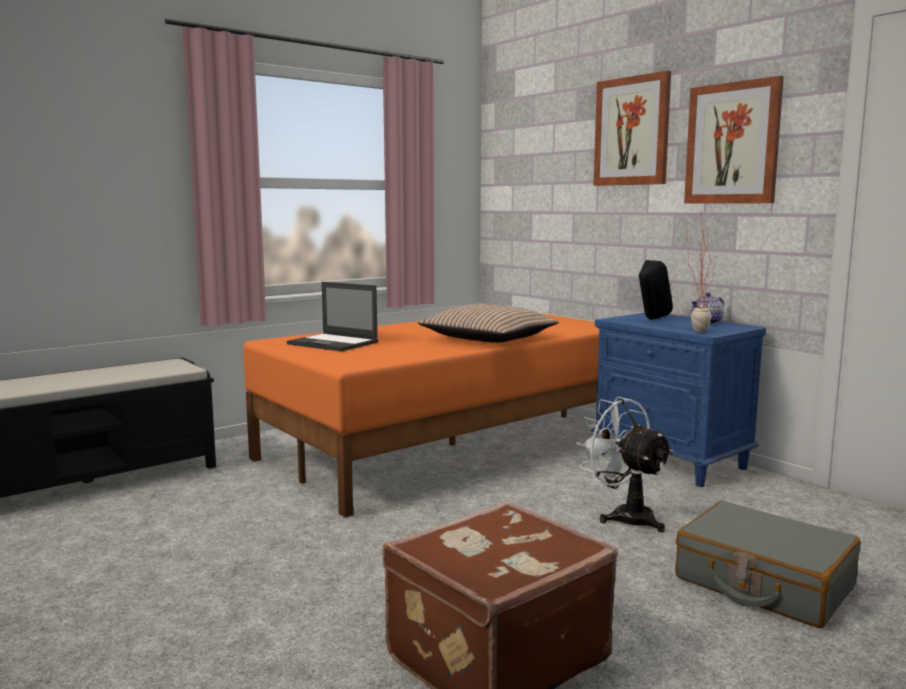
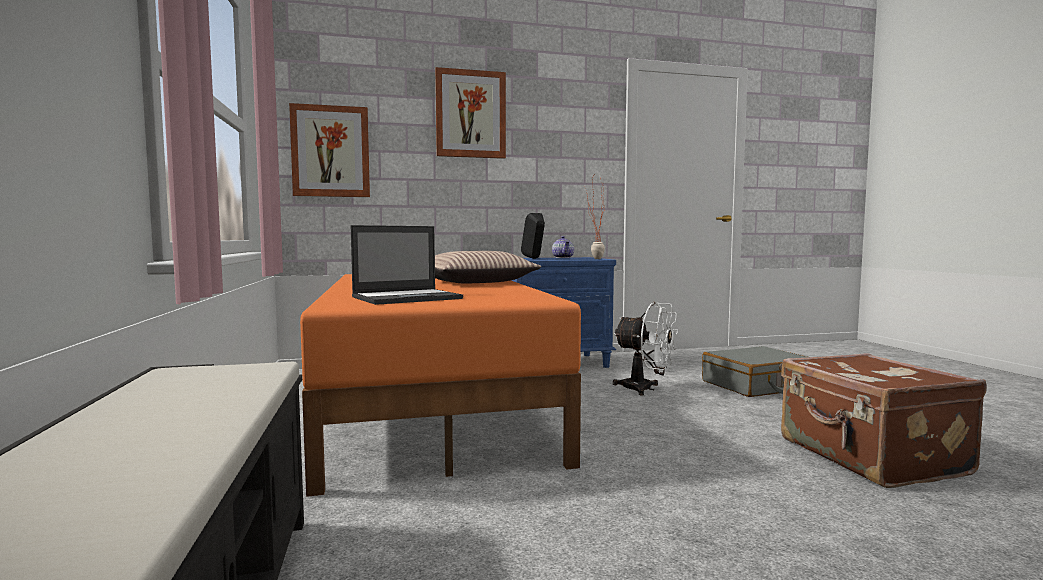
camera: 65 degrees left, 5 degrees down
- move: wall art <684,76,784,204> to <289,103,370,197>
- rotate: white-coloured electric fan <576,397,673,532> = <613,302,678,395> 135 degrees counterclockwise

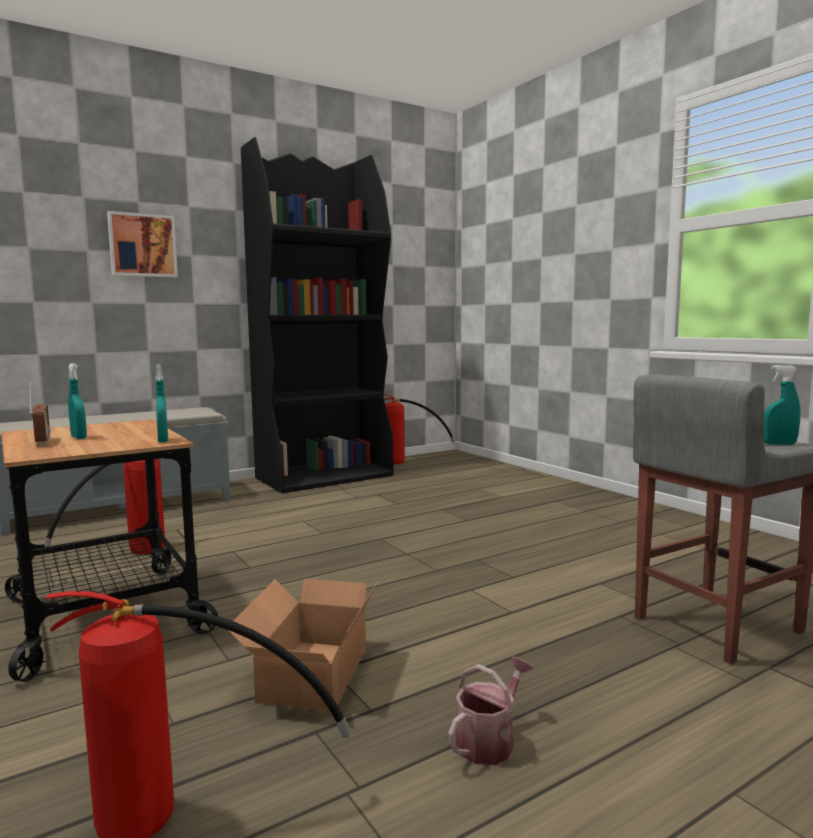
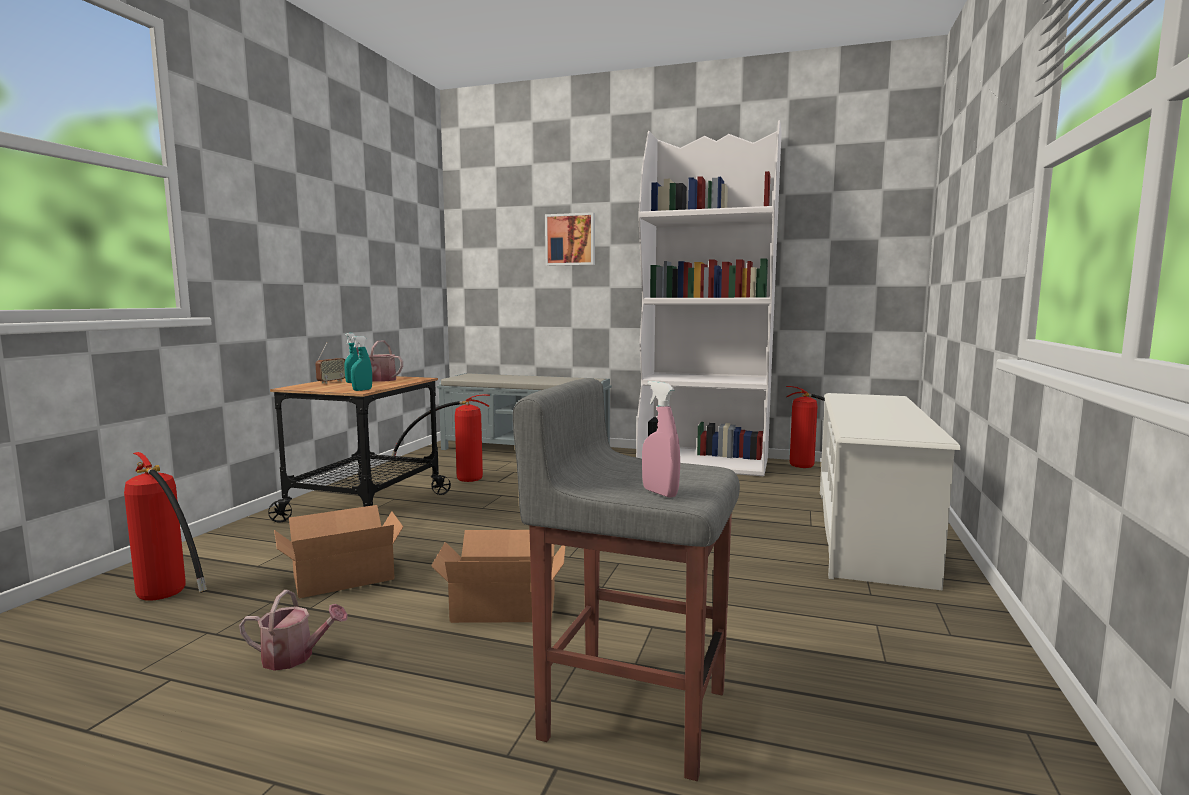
camera: 50 degrees right, 0 degrees up
- insert: watering can <356,340,403,382>
- insert: carton <431,530,566,623>
- recolor: black-coloured bookcase <241,137,394,493> to white-coloured bookcase <636,120,782,476>
- recolor: turquoise-coloured spray bottle <764,365,801,445> to pink spray bottle <642,381,680,498>
- insert: white-coloured shoe shelf <820,393,961,591>

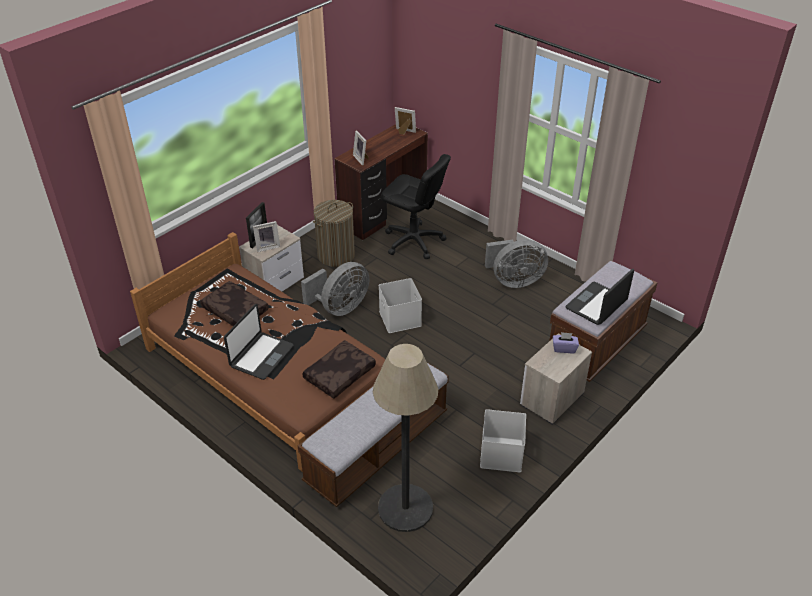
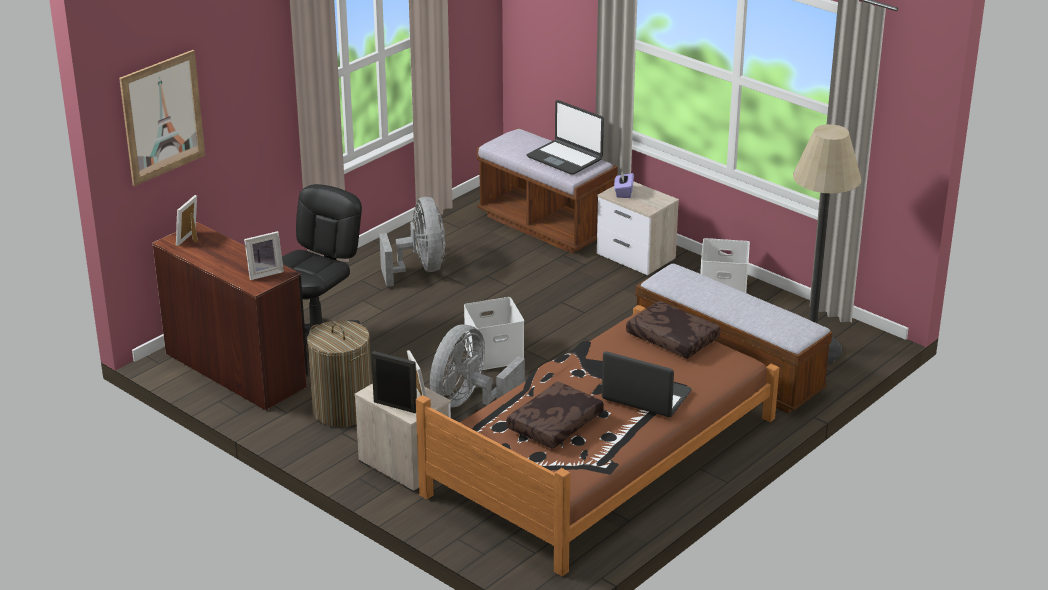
camera: 90 degrees left, 10 degrees down
- insert: wall art <119,50,205,186>
- rotate: grey electric fan <301,262,369,316> = <430,325,525,408> 105 degrees counterclockwise

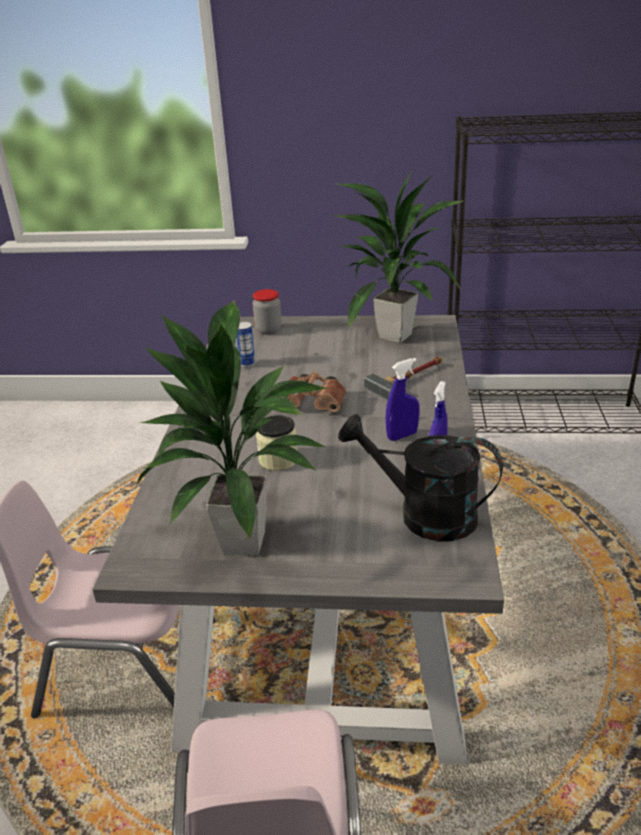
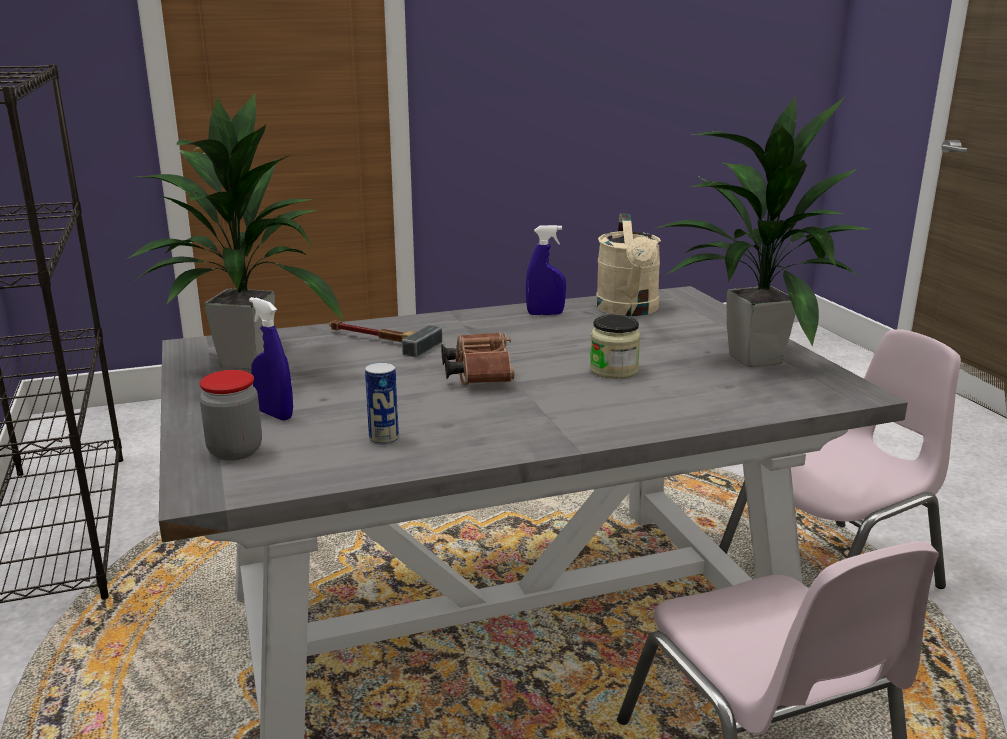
camera: 115 degrees left, 10 degrees down
- move: bluish spray bottle <386,358,419,441> to <249,297,293,421>
- recolor: black-coloured watering can <338,414,503,541> to sand-coloured watering can <596,213,661,316>

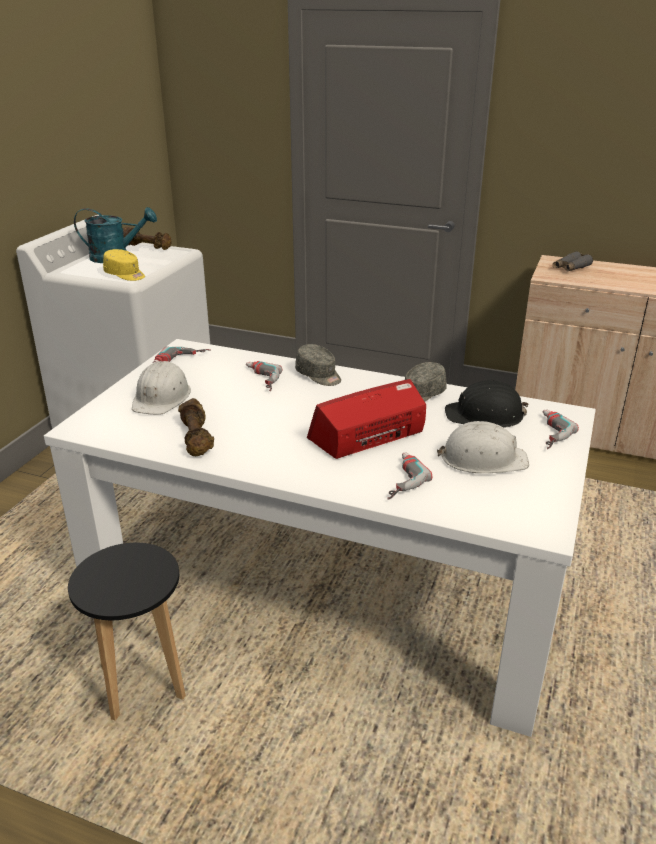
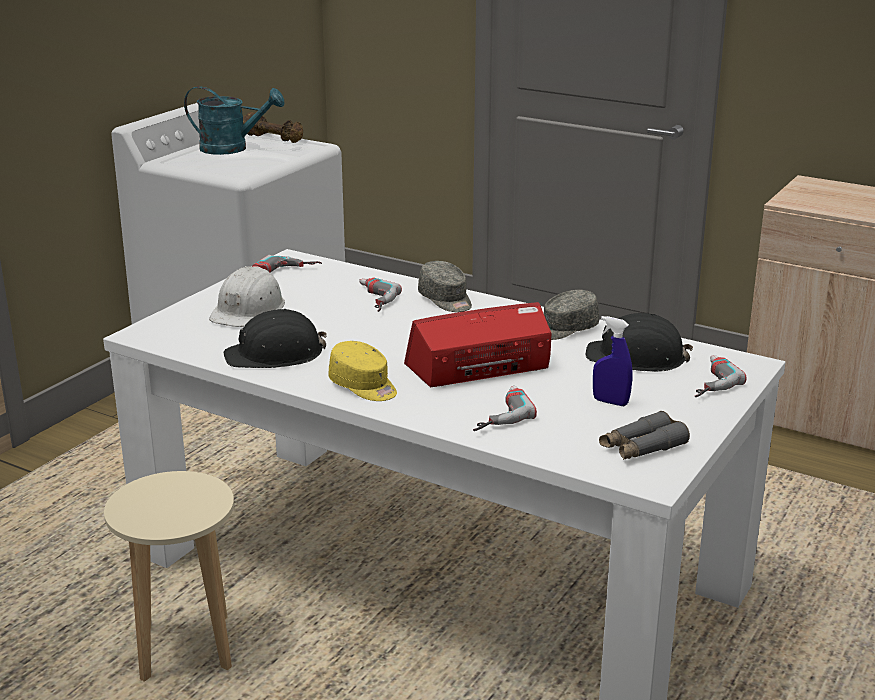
camera: 10 degrees right, 5 degrees down
- recolor: black-coloured stool <68,543,186,721> to sand-coloured stool <104,471,234,682>
- replace: brown-coloured hand weight <178,398,214,456> to black-coloured safety helmet <224,309,327,368>
- move: yellowish peaked cap <103,249,145,281> to <329,341,397,401>
- replace: white-coloured safety helmet <437,421,529,473> to bluish spray bottle <593,316,632,406>
- move: grey field glasses <553,251,593,271> to <599,411,690,460>

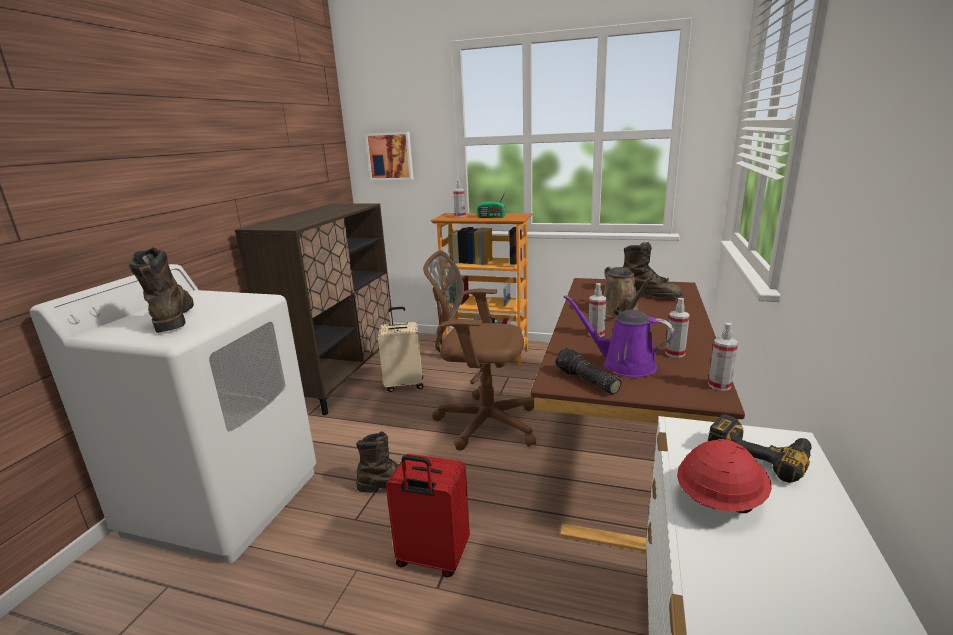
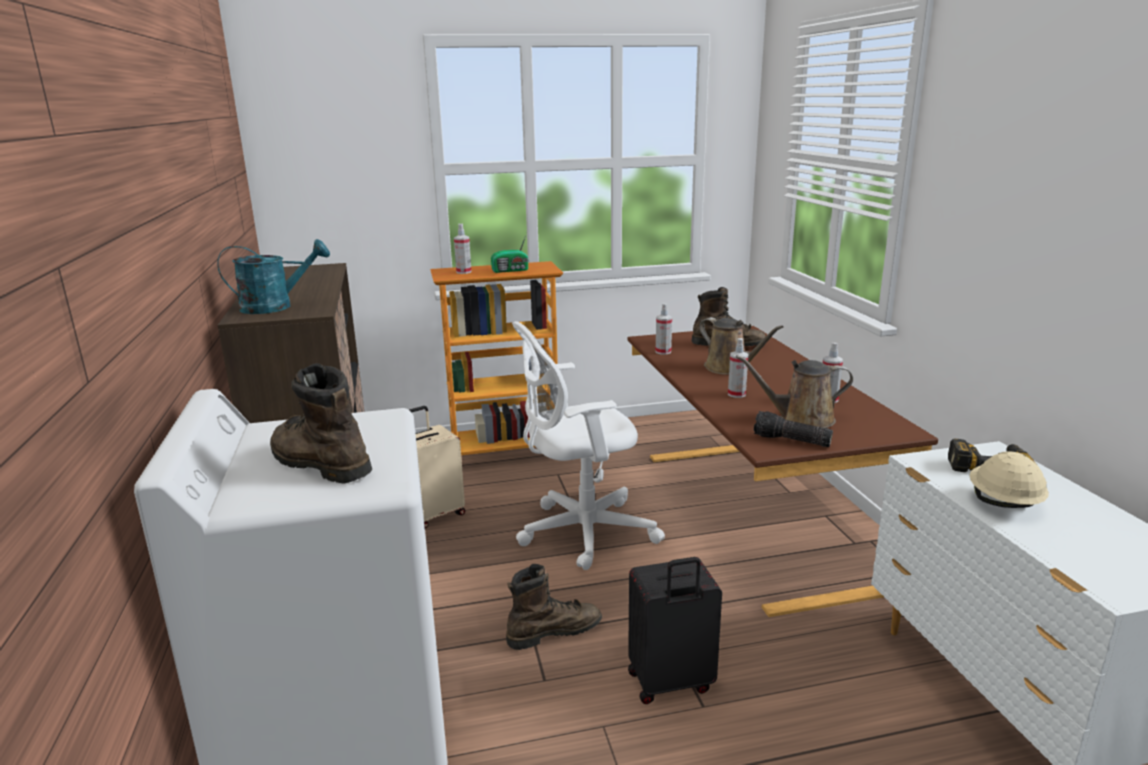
camera: 30 degrees left, 0 degrees up
- insert: turquoise-coloured watering can <217,239,330,314>
- recolor: brown-coloured desk chair <423,250,536,451> to white-coloured desk chair <512,321,665,570>
- recolor: reddish suitcase <386,454,470,577> to black-coloured suitcase <628,557,722,704>
- move: spray bottle <708,323,738,391> to <656,303,672,355>
- recolor: purple watering can <564,295,674,377> to brown-coloured watering can <736,355,853,428>
- recolor: reddish safety helmet <677,439,772,513> to sand-coloured safety helmet <969,451,1049,508>
- delete: wall art <365,132,413,180>

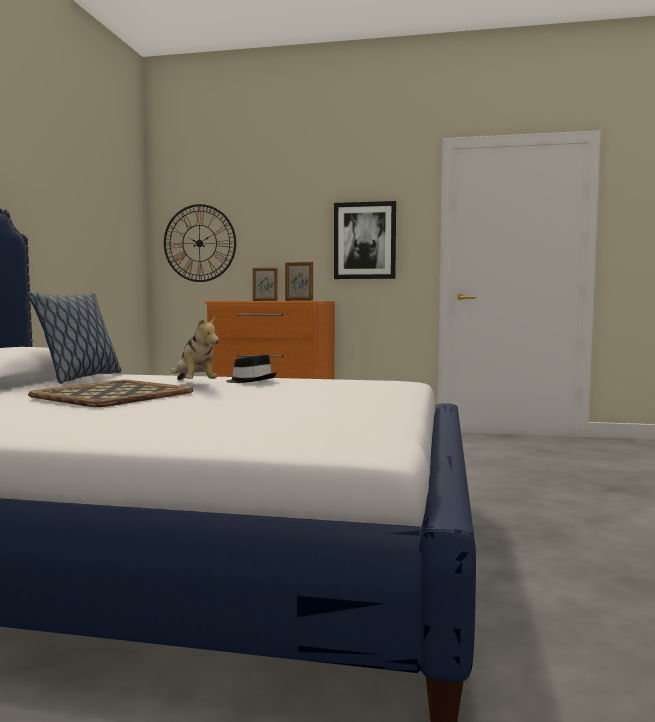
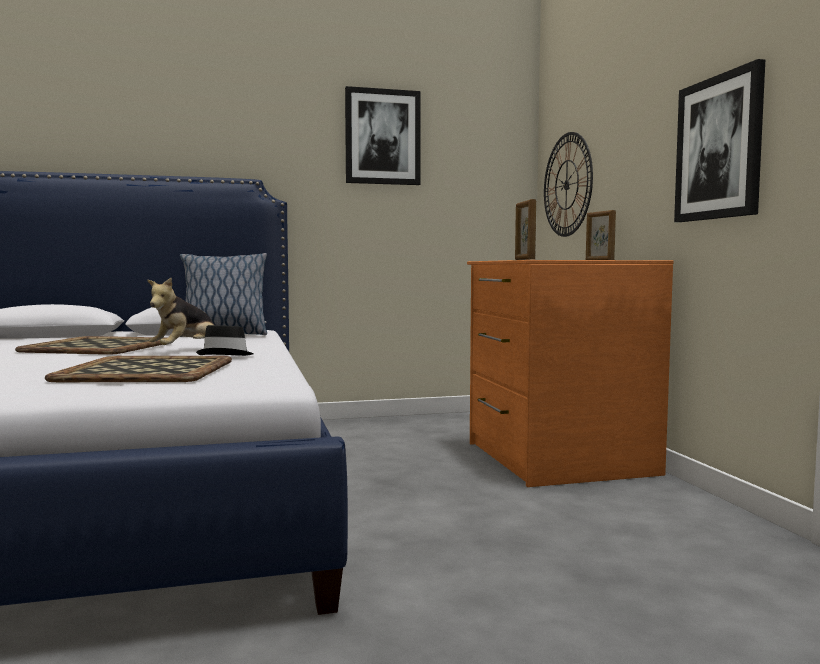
camera: 65 degrees right, 0 degrees up
- insert: tray <45,356,232,382>
- insert: wall art <345,86,421,185>

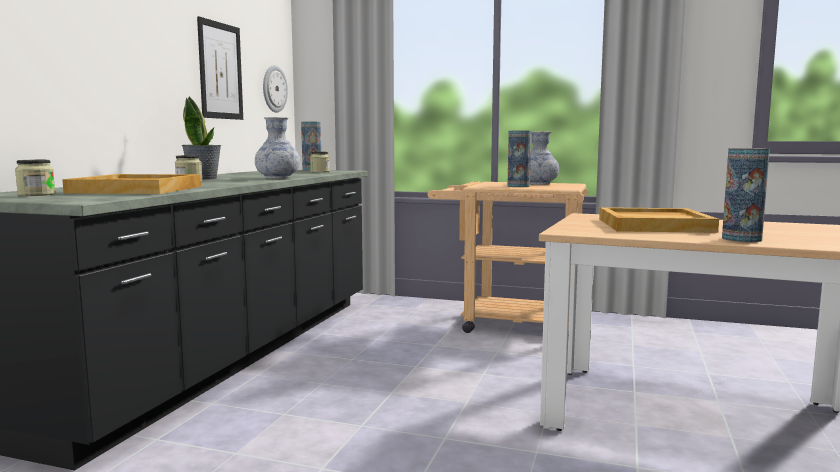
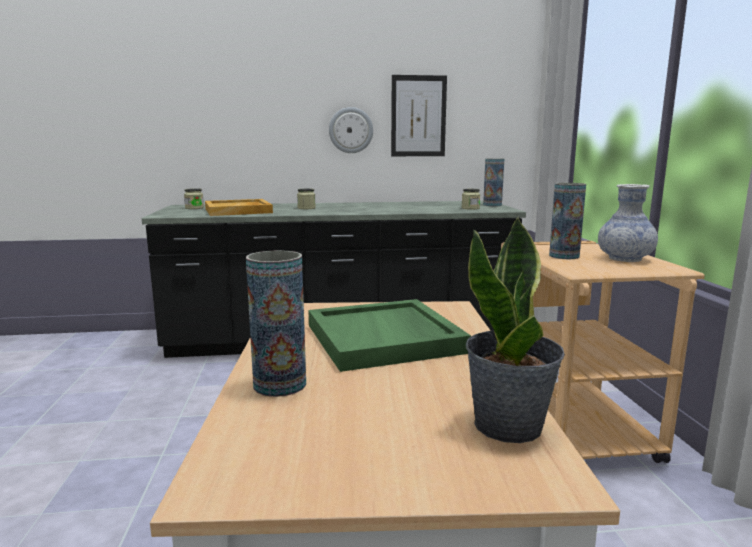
camera: 65 degrees right, 5 degrees up
- recolor: sand-coloured tray <599,207,719,233> to greenish tray <308,299,471,372>
- move: wall clock <263,65,288,113> to <329,107,373,153>
- move: plant in a pot <182,97,221,180> to <465,216,565,443>
- delete: vase <255,117,300,179>

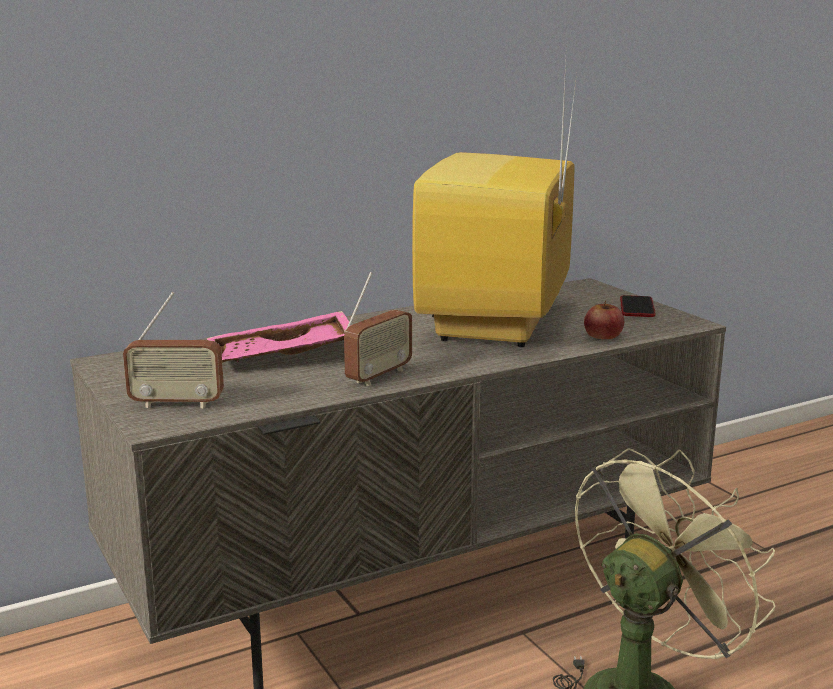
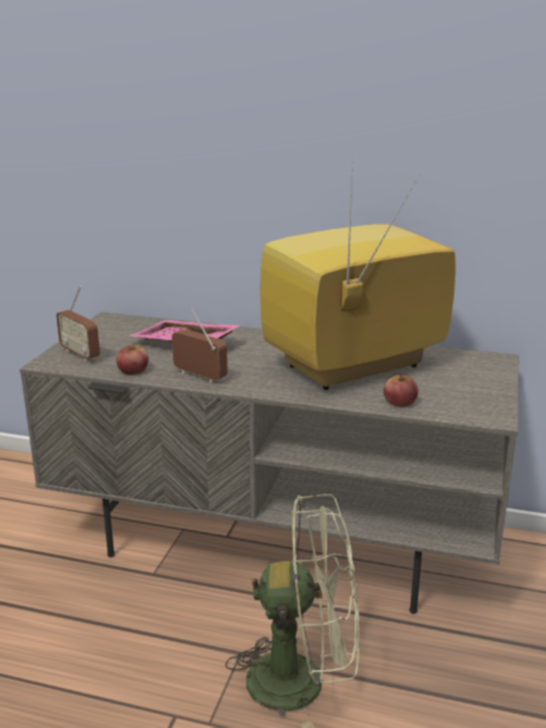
camera: 45 degrees right, 5 degrees up
- insert: apple <116,343,149,375>
- rotate: radio receiver <344,272,412,386> = <172,307,228,383> 135 degrees counterclockwise
- delete: phone <620,295,656,317>

